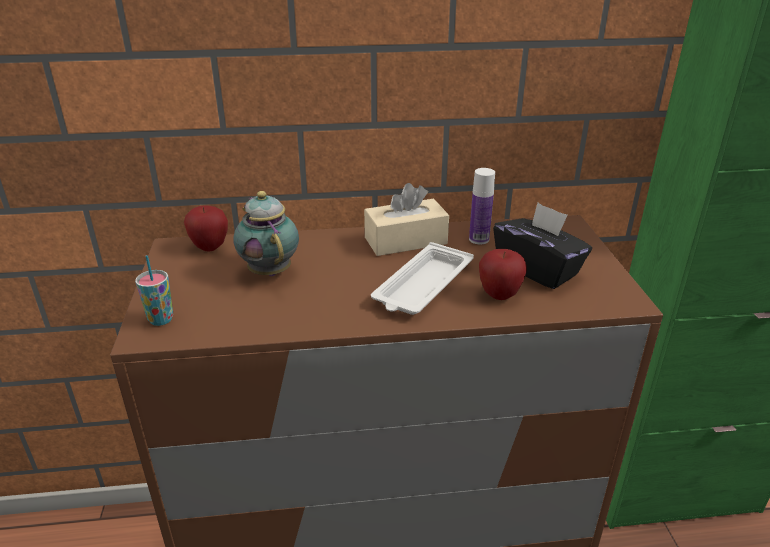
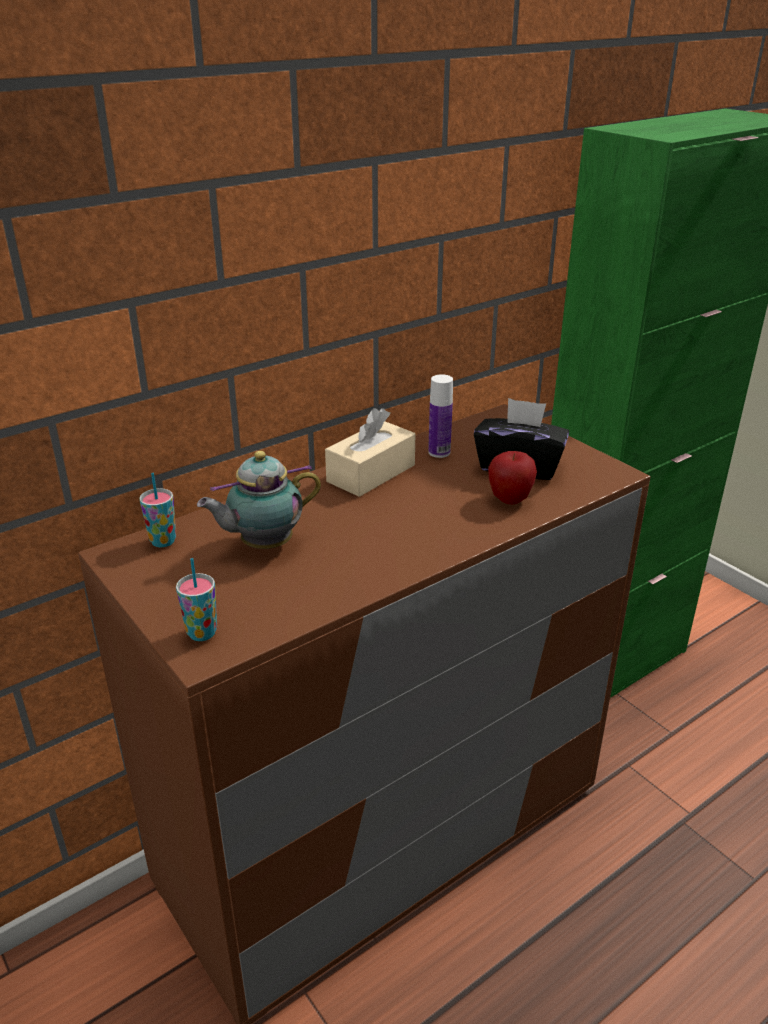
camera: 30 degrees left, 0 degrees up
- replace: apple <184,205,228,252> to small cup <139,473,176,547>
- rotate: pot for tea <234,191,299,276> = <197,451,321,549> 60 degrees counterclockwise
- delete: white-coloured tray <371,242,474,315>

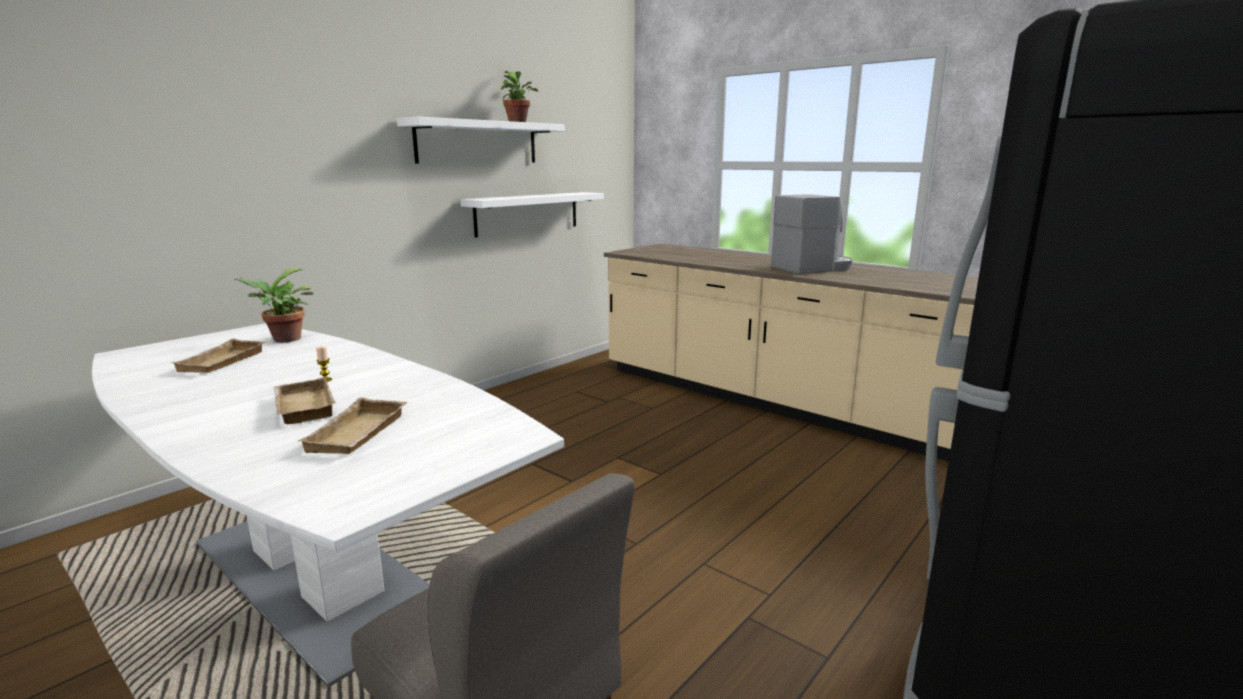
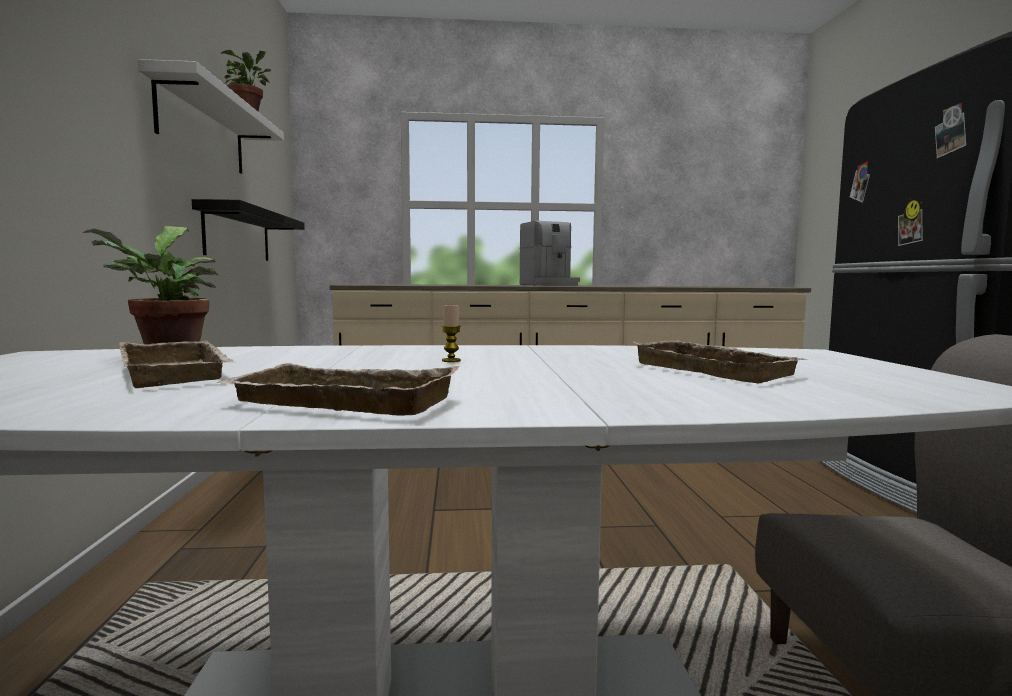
camera: 45 degrees left, 10 degrees down
- recolor: white-coloured bracket shelf <460,192,604,238> to black-coloured bracket shelf <192,199,305,261>
- move: sand-coloured tray <274,377,336,424> to <216,363,460,416>
- rotate: coffee brewer <771,194,853,274> = <519,221,580,286> 135 degrees clockwise

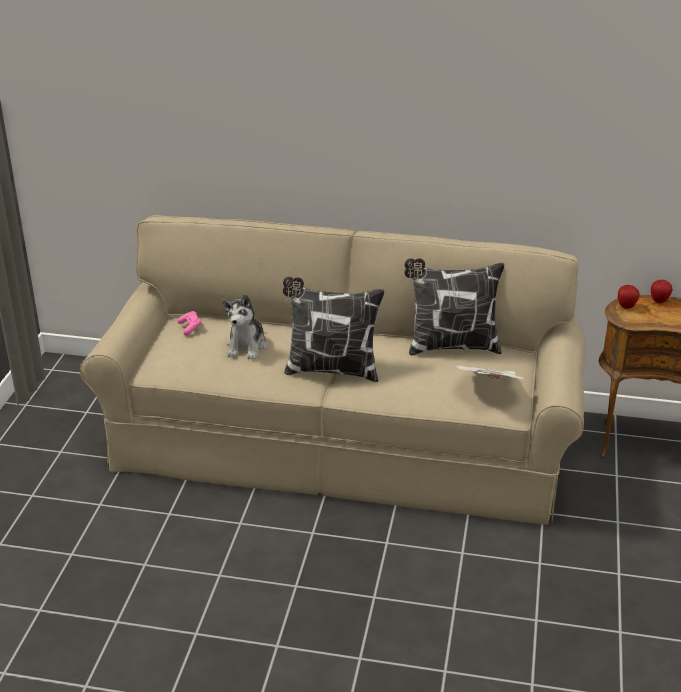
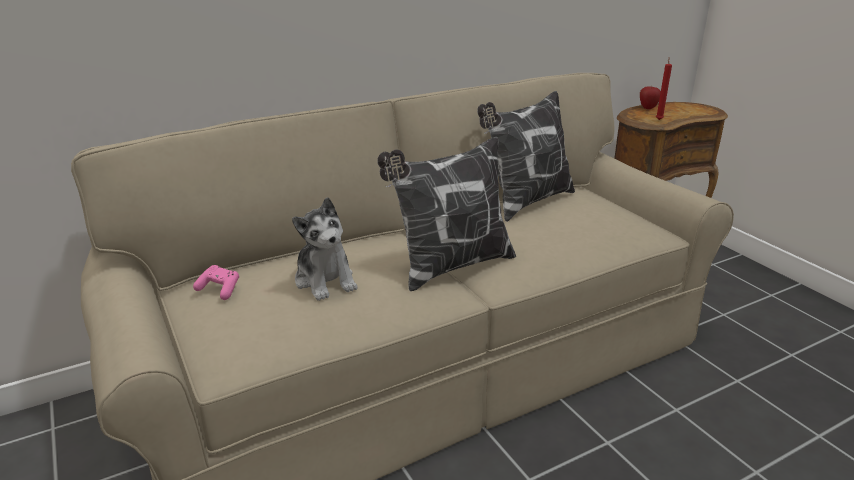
camera: 40 degrees left, 5 degrees down
- insert: reddish candle <656,57,672,120>
- delete: daily paper <456,365,526,380>
- delete: apple <618,285,640,309>

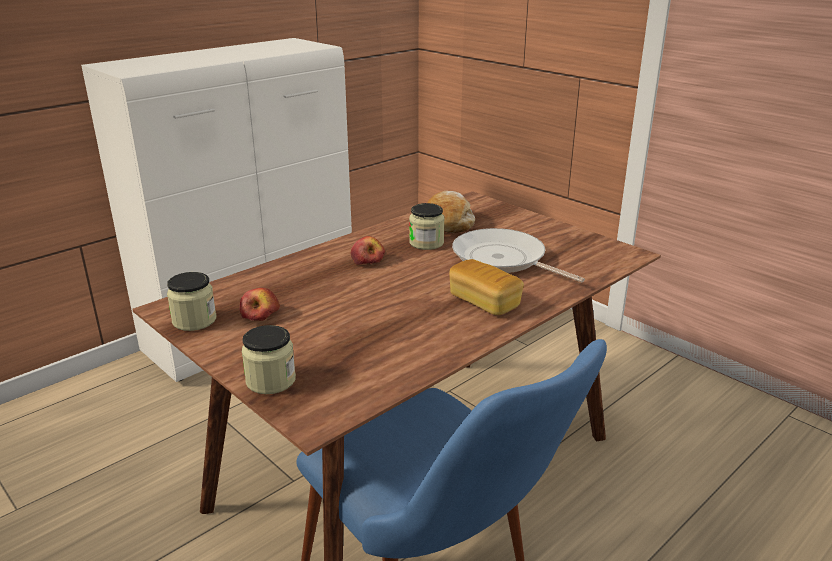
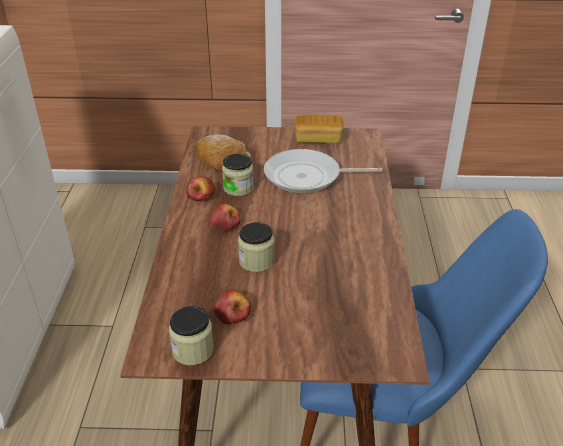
camera: 45 degrees left, 10 degrees up
- insert: apple <186,176,216,201>
- move: storage jar <242,325,296,394> to <238,222,274,272>
- move: bread <449,259,524,315> to <294,115,344,144>

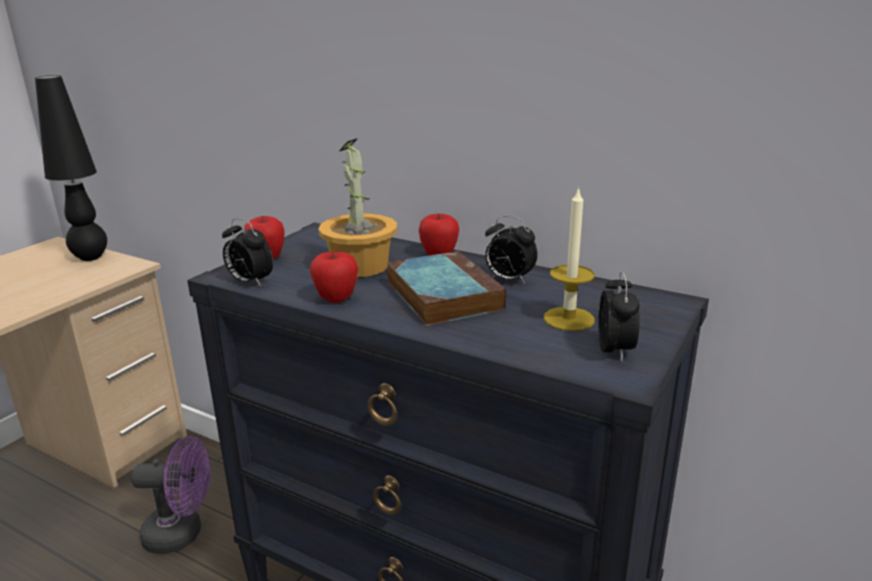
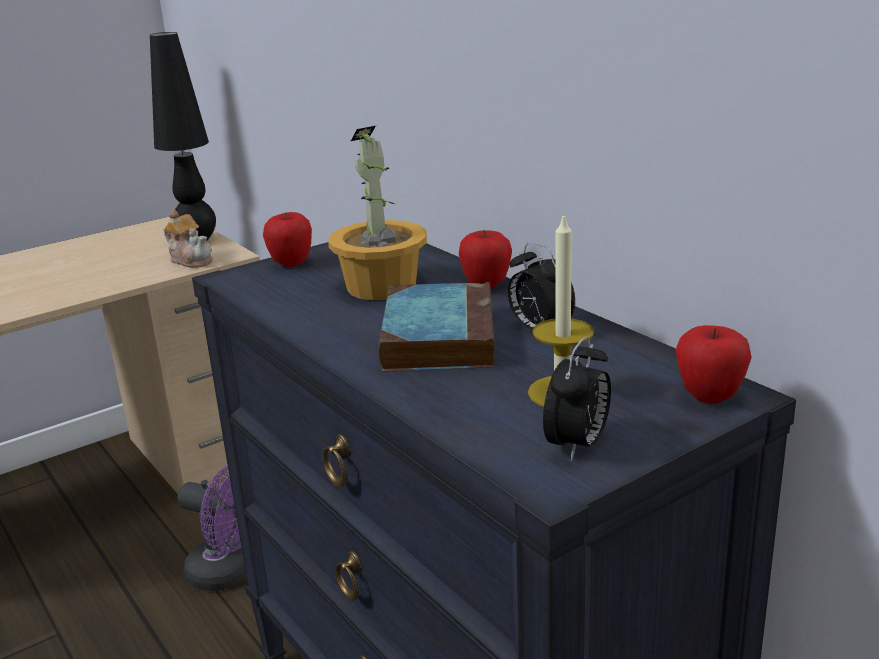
camera: 25 degrees right, 0 degrees up
- insert: pot for tea <163,209,213,268>
- move: apple <310,251,358,303> to <676,325,752,404>
- delete: alarm clock <222,218,273,287>

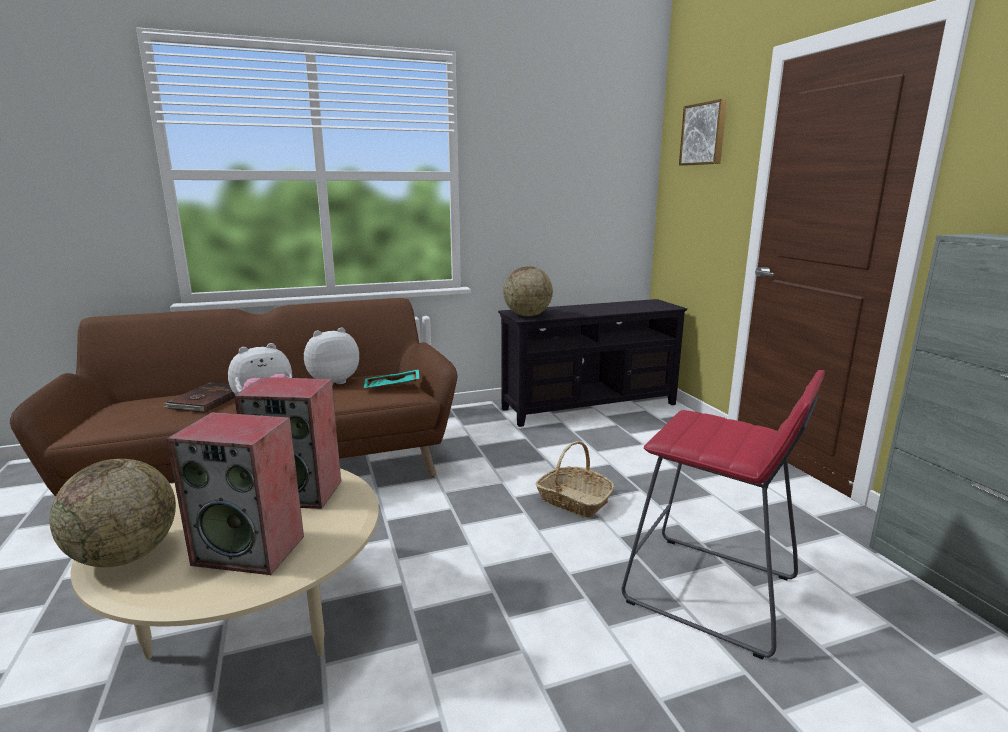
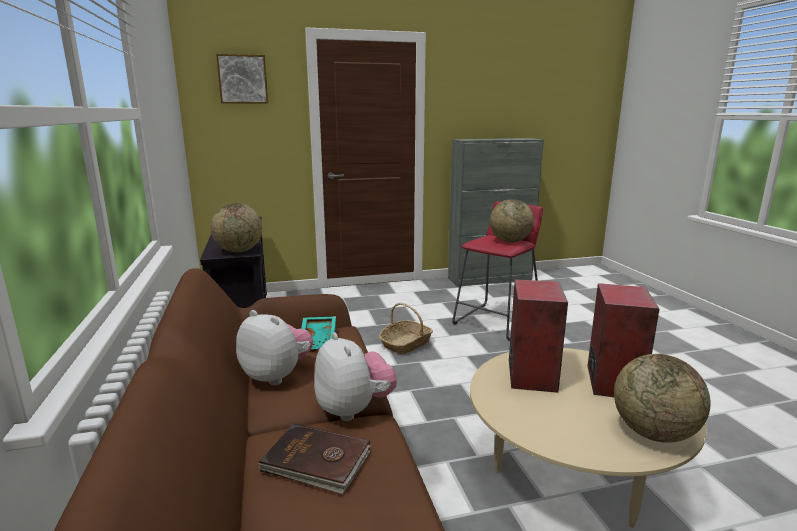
camera: 85 degrees left, 0 degrees up
- rotate: cuddly toy <304,328,359,385> = <236,310,313,386> 150 degrees clockwise
- insert: globe <490,199,534,242>

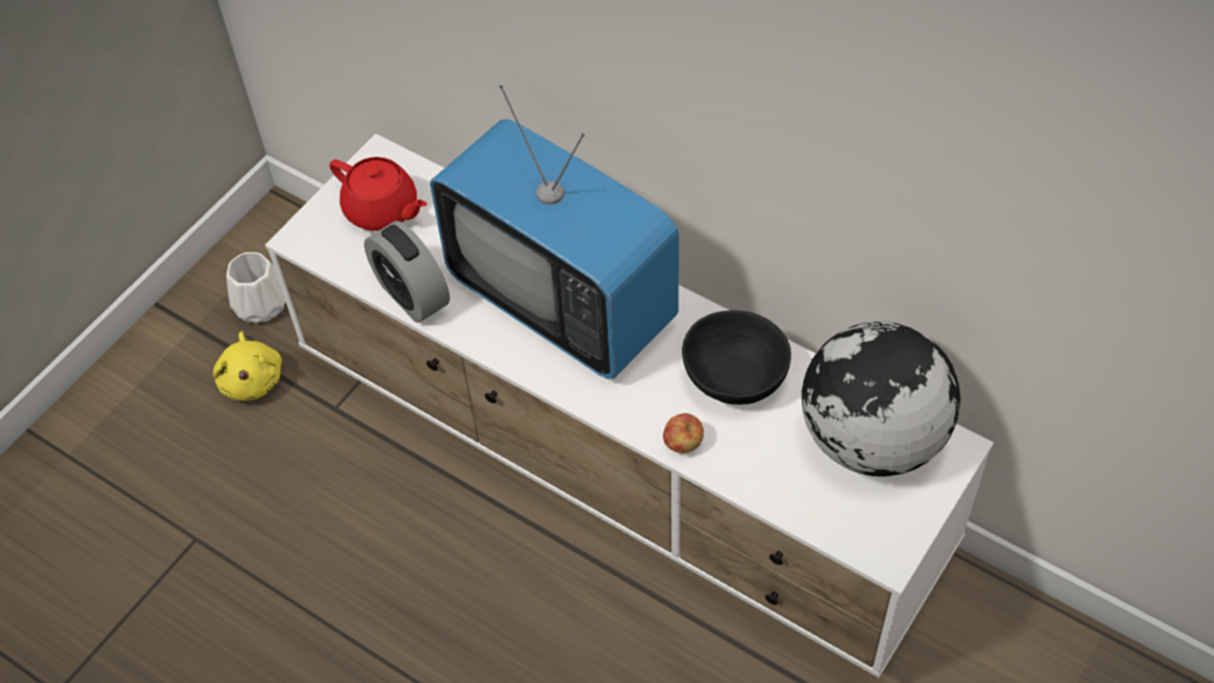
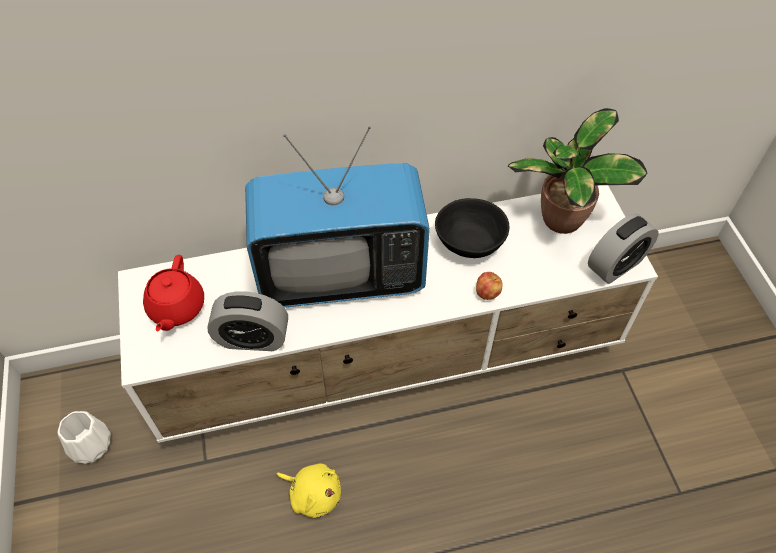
camera: 50 degrees left, 0 degrees up
- rotate: reddish pot for tea <330,157,427,231> = <143,255,204,332> 105 degrees clockwise
- move: yellowish cuddly toy <213,331,282,401> to <276,463,341,518>
- replace: globe <802,321,960,476> to plant in a pot <508,108,647,234>
- insert: alarm clock <588,214,659,284>

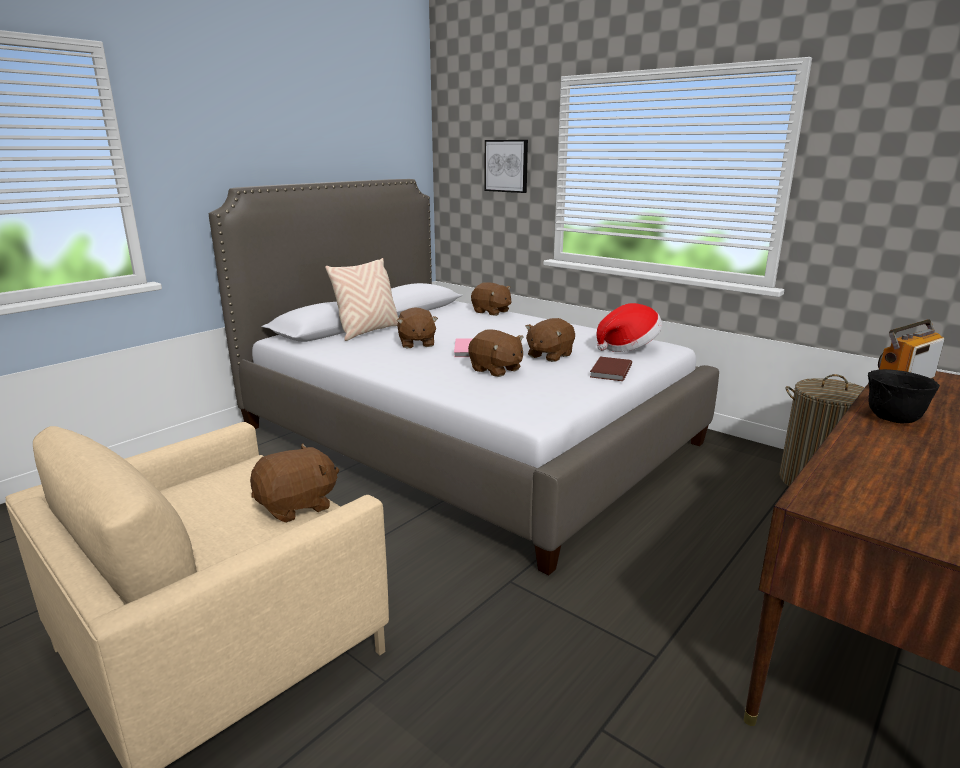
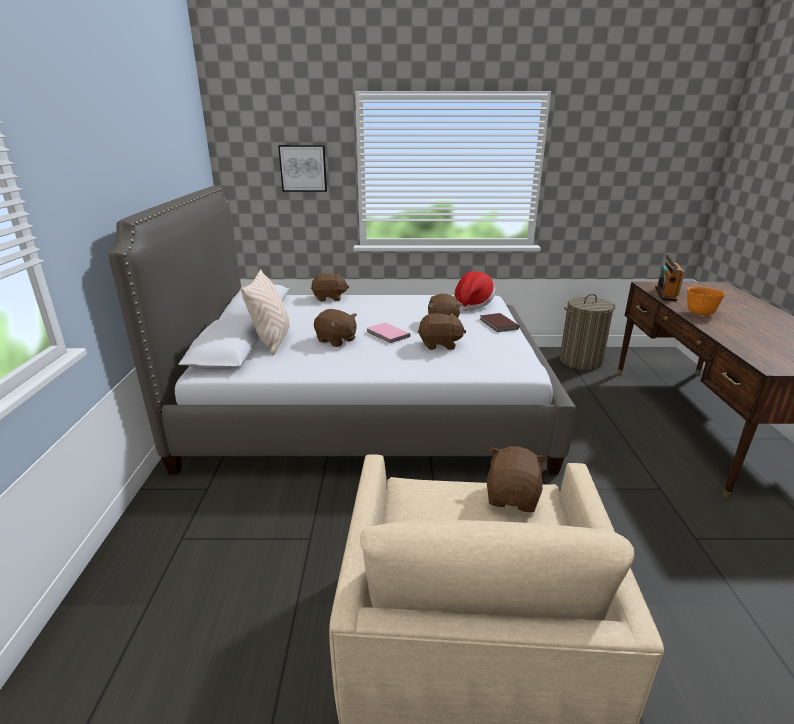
camera: 40 degrees left, 5 degrees up
- recolor: black-coloured bowl <868,369,940,423> to orangey bowl <687,287,725,316>

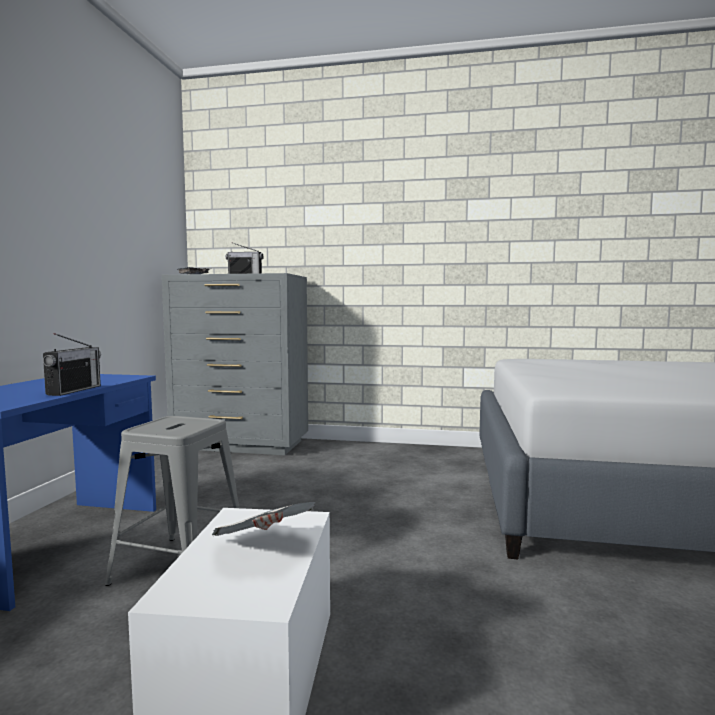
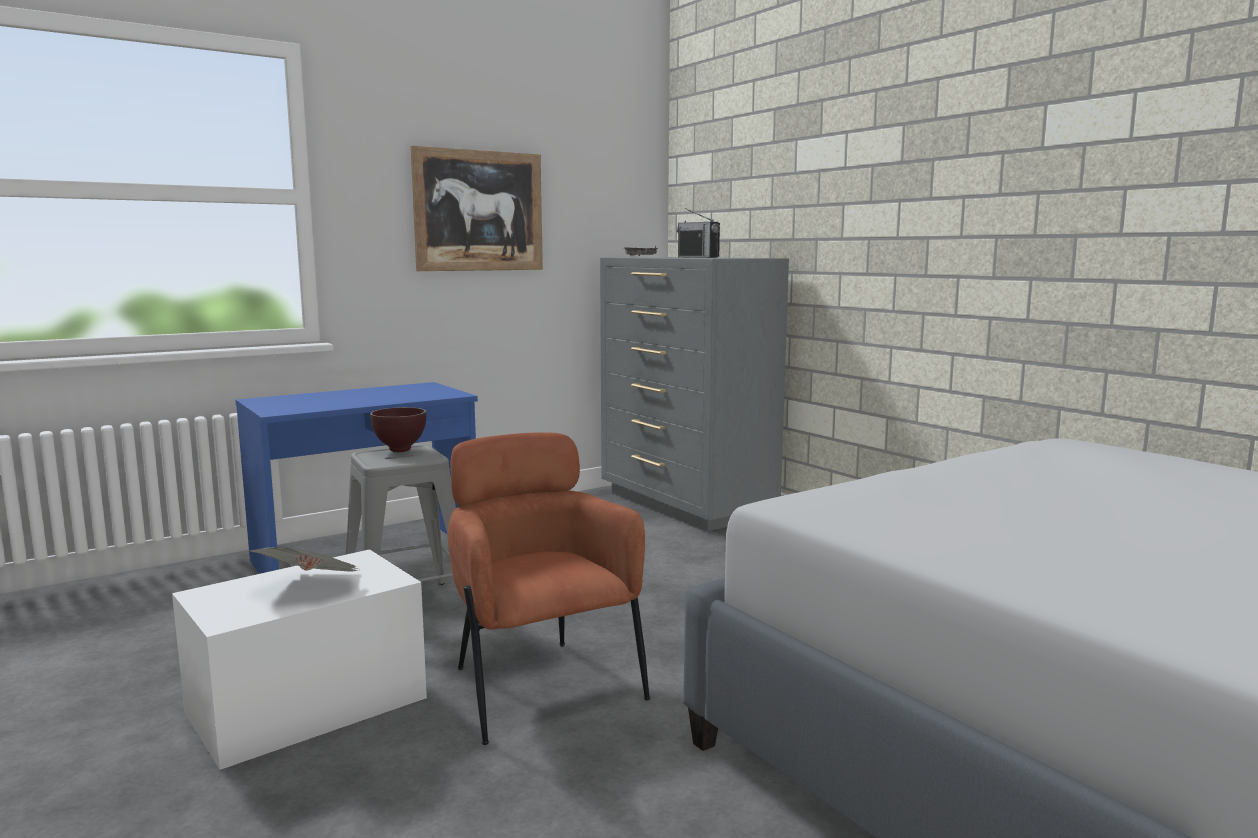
camera: 45 degrees right, 5 degrees up
- insert: brown-coloured bowl <370,407,426,452>
- insert: wall art <411,146,543,271>
- insert: brown-coloured armchair <448,432,650,745>
- delete: radio receiver <43,333,101,396>

